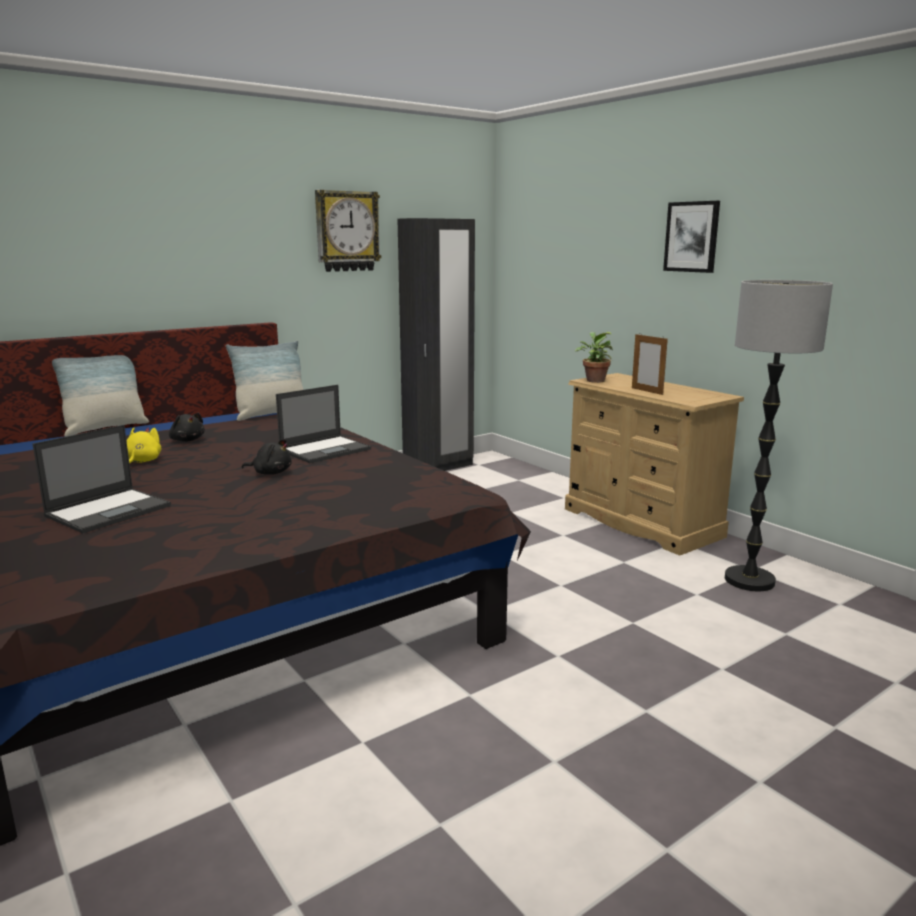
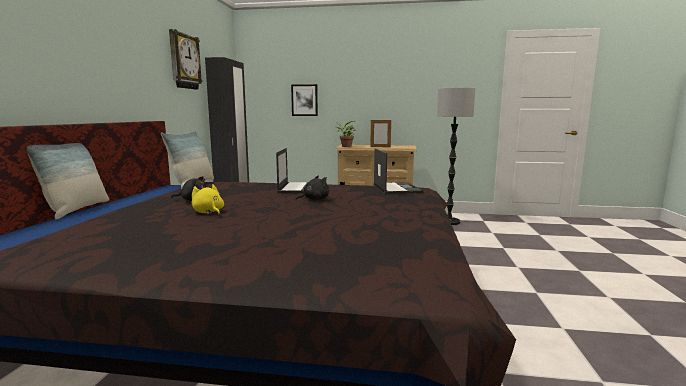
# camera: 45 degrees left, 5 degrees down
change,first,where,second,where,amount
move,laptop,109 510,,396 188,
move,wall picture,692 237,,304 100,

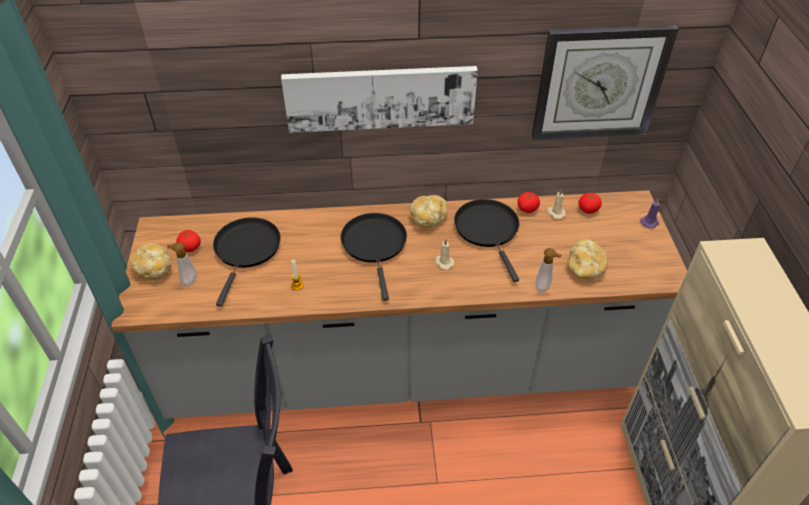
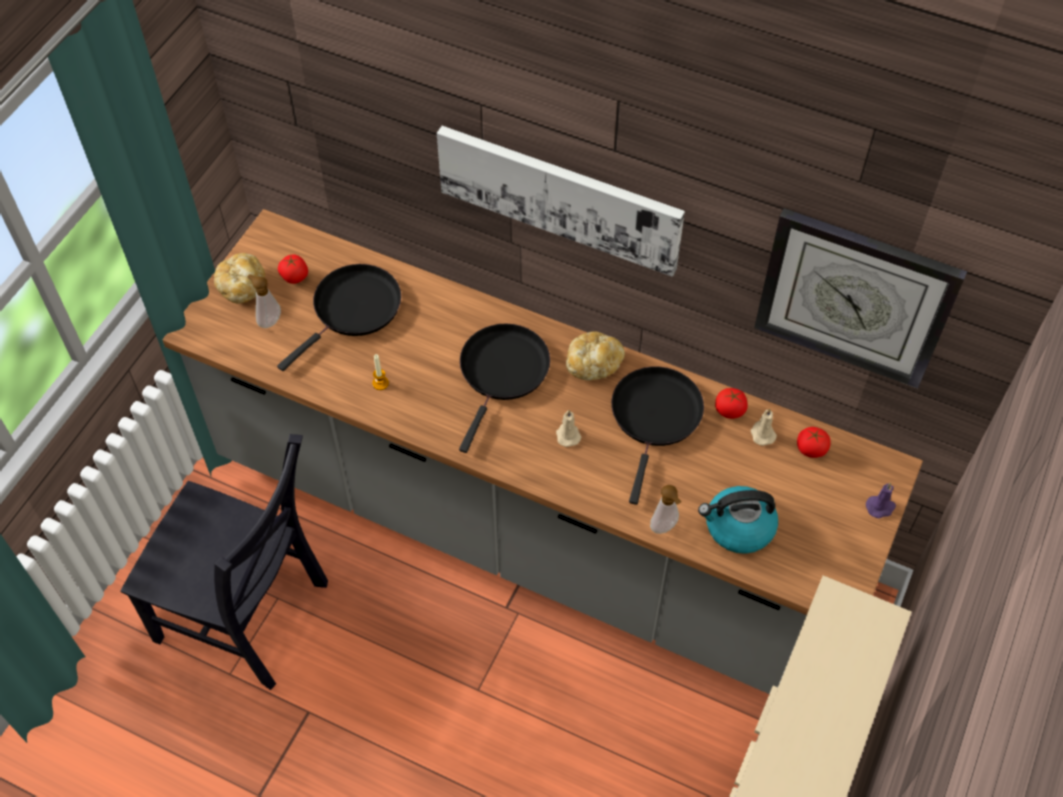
# camera: 30 degrees right, 10 degrees up
change,first,where,second,where,amount
replace,bakery bread,585 268,tea kettle,738 527,

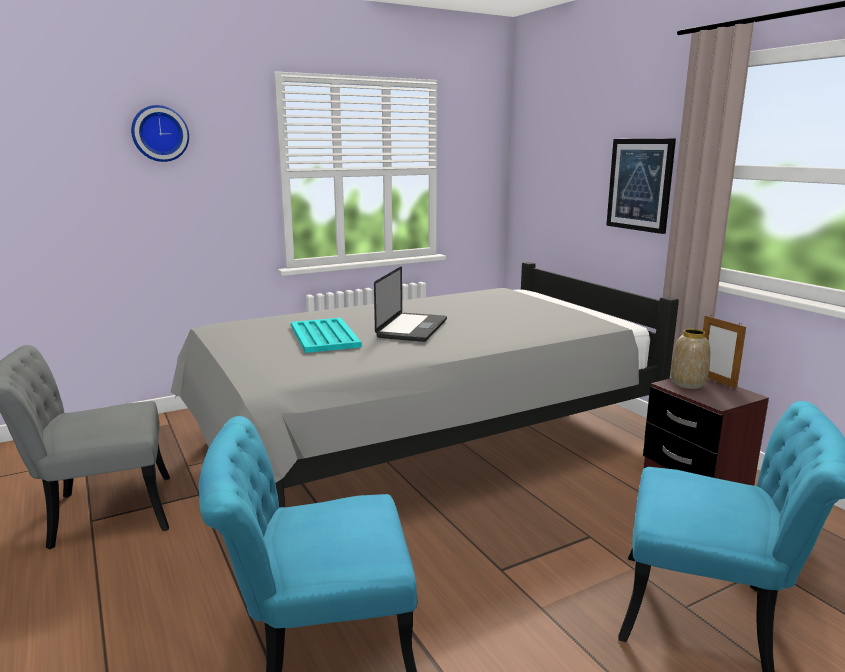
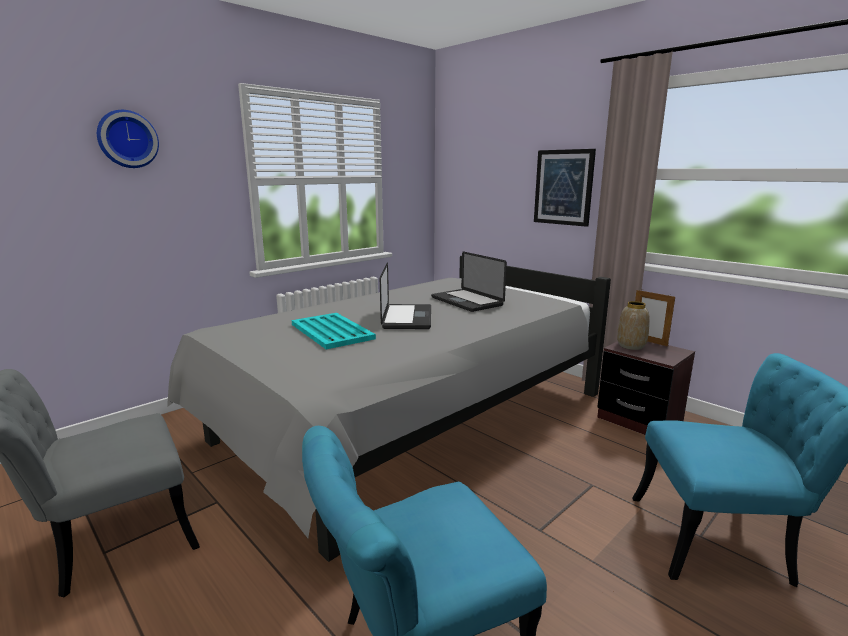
# camera: 15 degrees left, 0 degrees up
change,first,where,second,where,amount
insert,,,laptop,466 301,

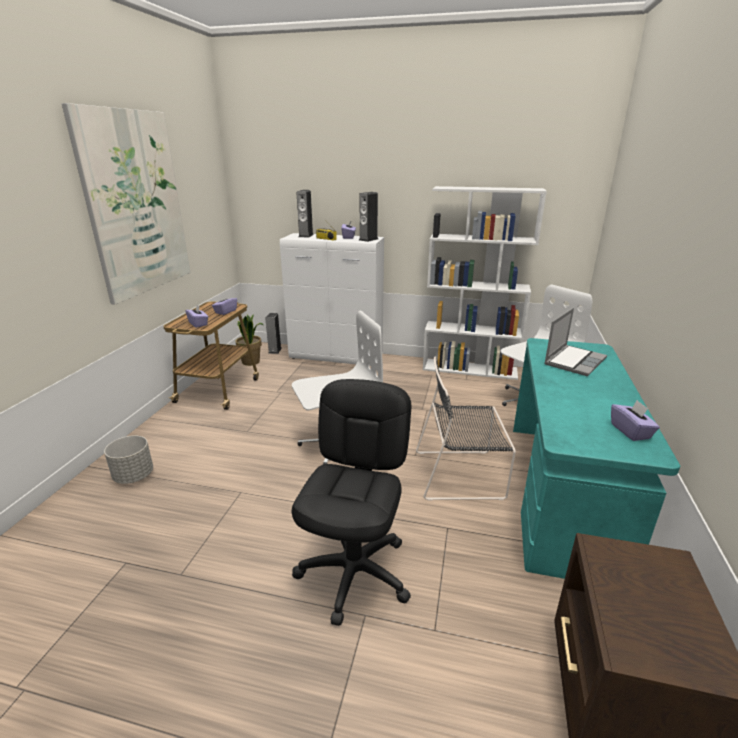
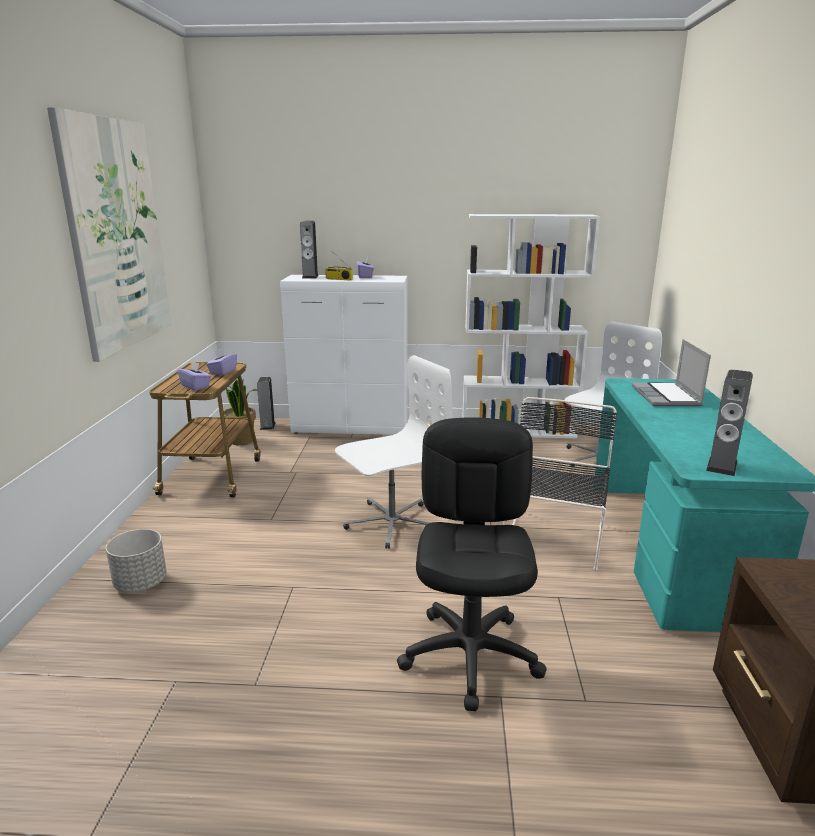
# camera: 10 degrees left, 5 degrees down
change,first,where,second,where,amount
move,speaker,368 239,,721 466,
rotate,black plain chair,462 474,,552 541,120 degrees clockwise
rotate,laptop,574 361,,667 396,150 degrees clockwise
delete,purplish box of tissues,630 431,,,

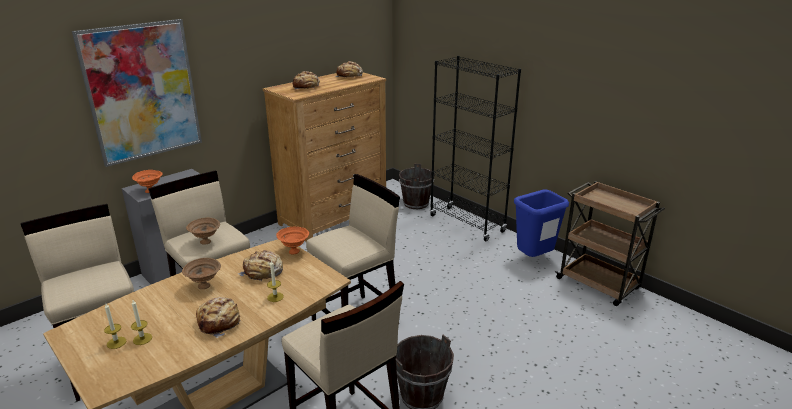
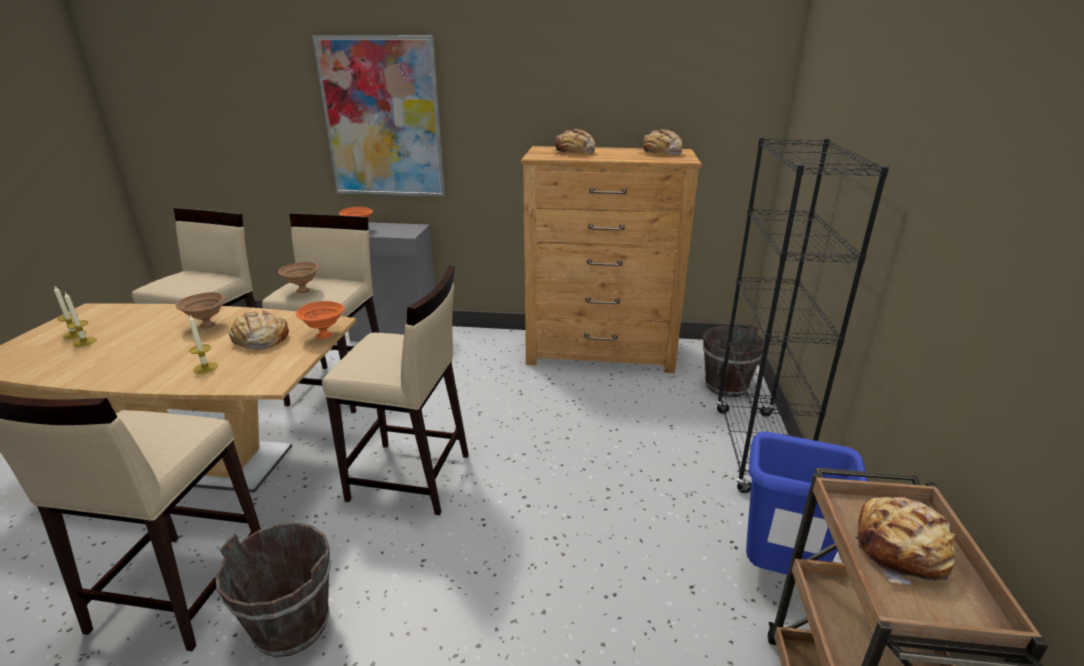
# camera: 50 degrees right, 0 degrees up
change,first,where,second,where,amount
move,bakery bread,220 322,,902 550,

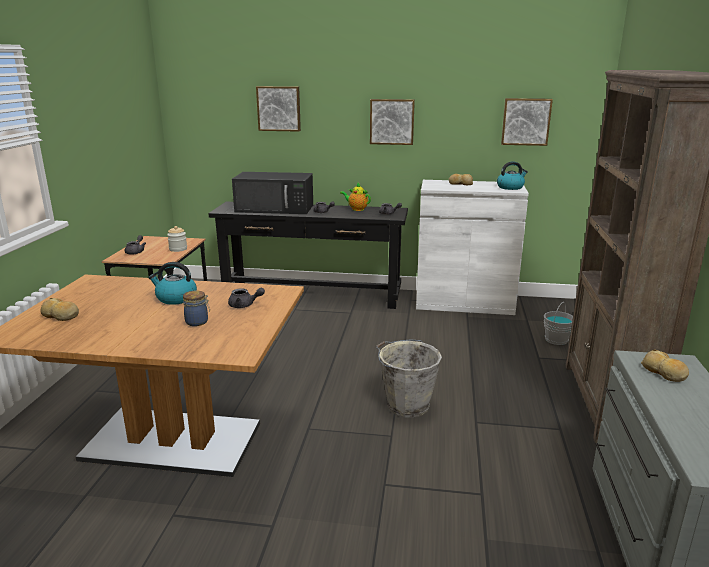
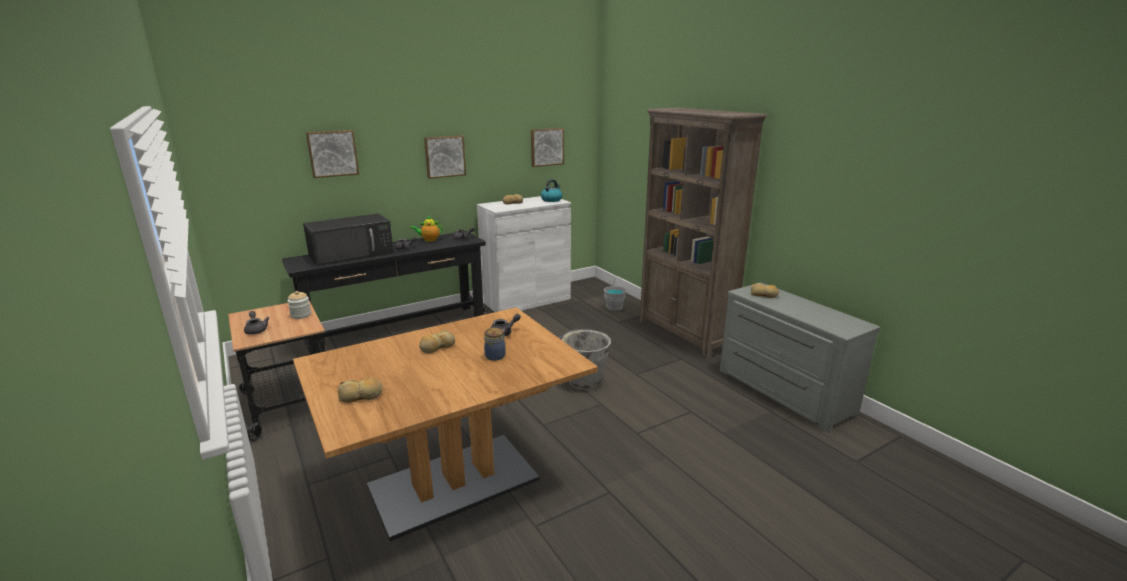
# camera: 40 degrees left, 0 degrees up
change,first,where,second,where,amount
replace,tea kettle,175 298,bakery bread,437 347,

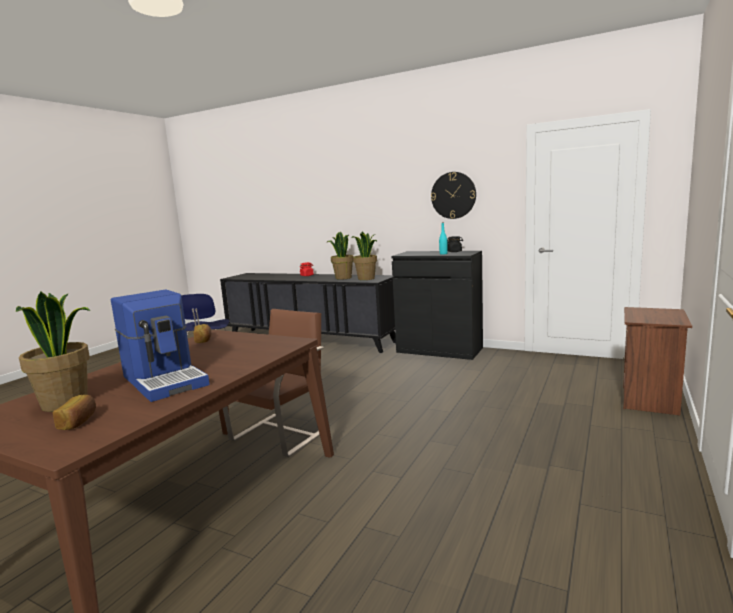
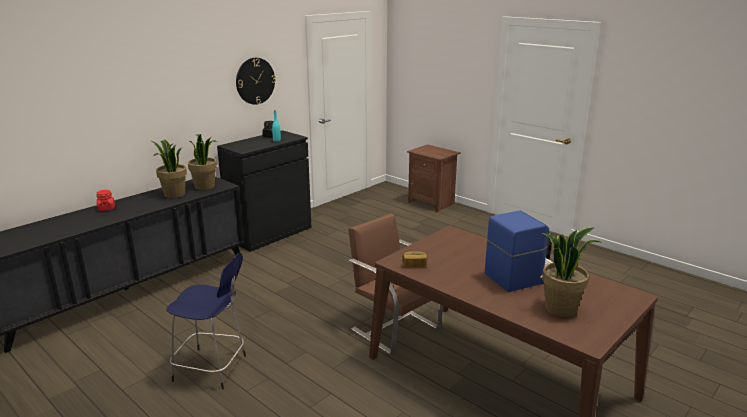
# camera: 75 degrees left, 10 degrees up
change,first,where,second,where,amount
delete,bakery bread,79 422,,,

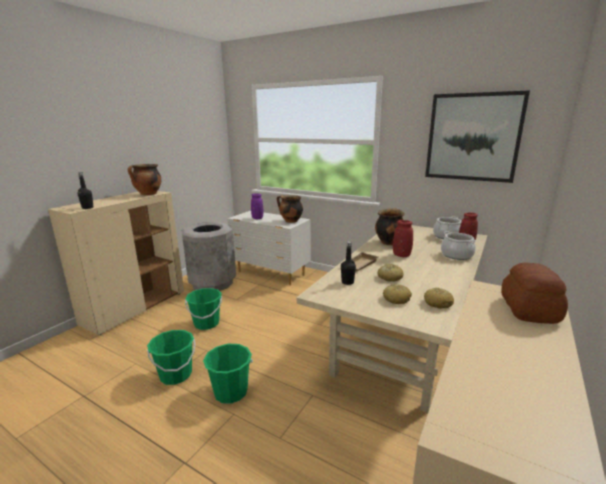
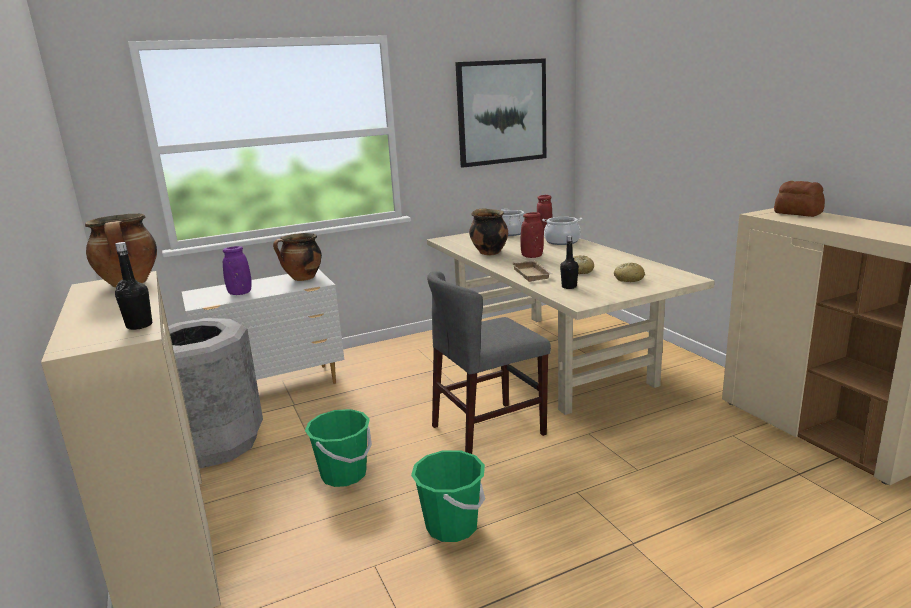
# camera: 55 degrees left, 0 degrees up
change,first,where,second,where,amount
delete,green bucket,231 392,,,
delete,bakery bread,438 303,,,
insert,,,grey plain chair,488 430,

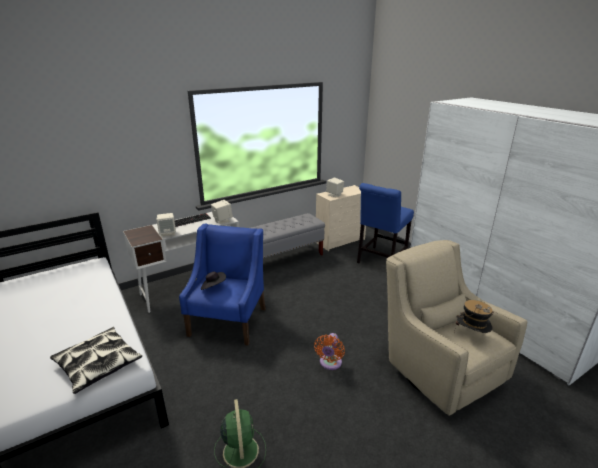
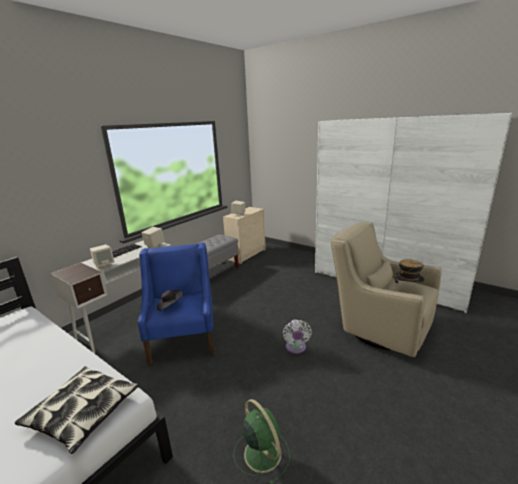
# camera: 20 degrees left, 5 degrees down
change,first,where,second,where,amount
recolor,orange cooling fan,330 363,whitish cooling fan,296 348,
delete,blue plain chair,380 261,,,

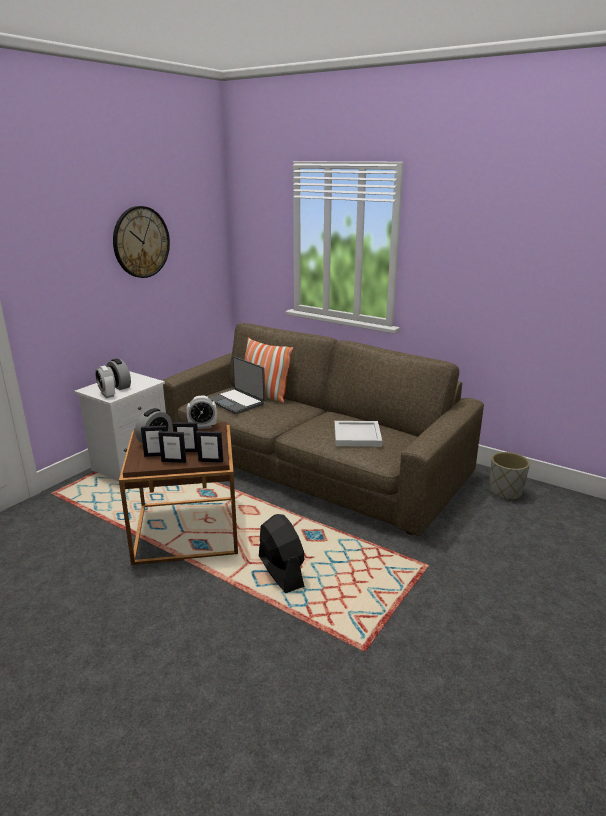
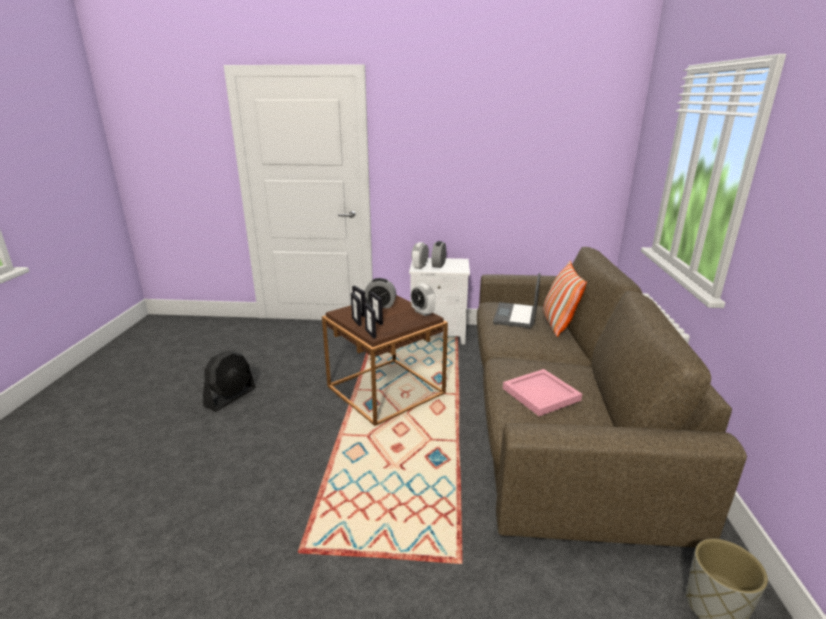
# camera: 60 degrees right, 0 degrees up
change,first,where,second,where,amount
delete,clock on the wall,141 242,,,
move,black cooling fan,280 571,,230 397,
recolor,whitish tray,356 436,pink-coloured tray,539 394,

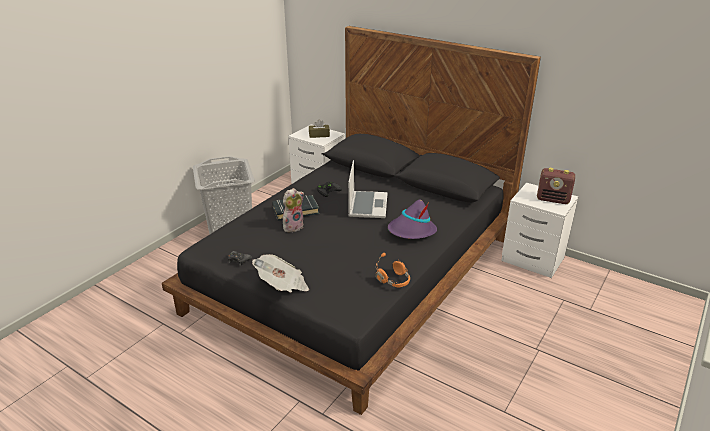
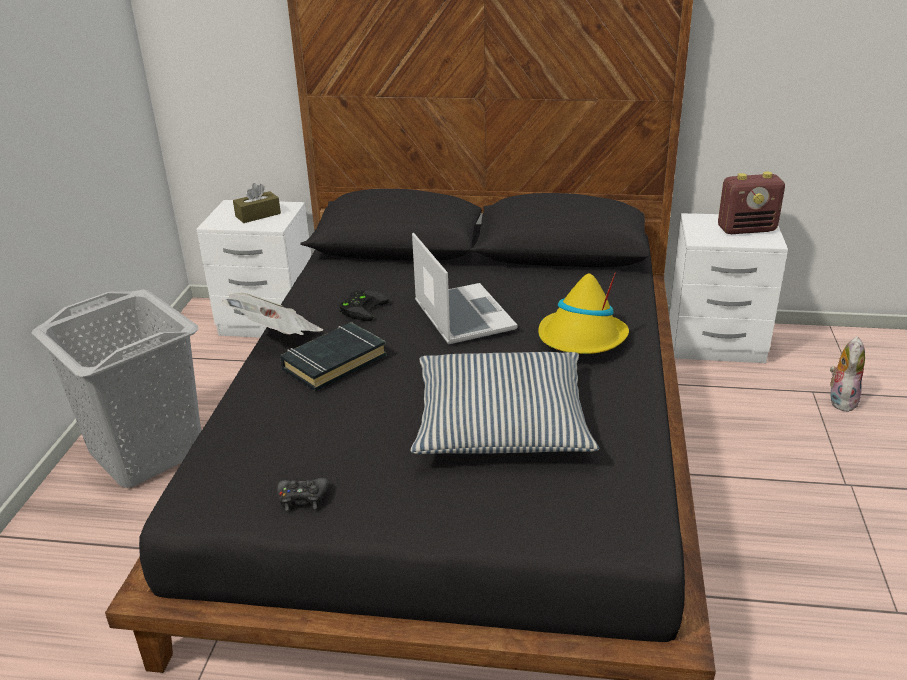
# camera: 25 degrees left, 0 degrees up
change,first,where,second,where,amount
move,newspaper,282 285,,277 335,
move,plush toy,293 226,,840 400,
delete,orange headphones,394 281,,,
recolor,purplish hat,411 231,yellow-coloured hat,582 339,
insert,,,pillow,501 421,

